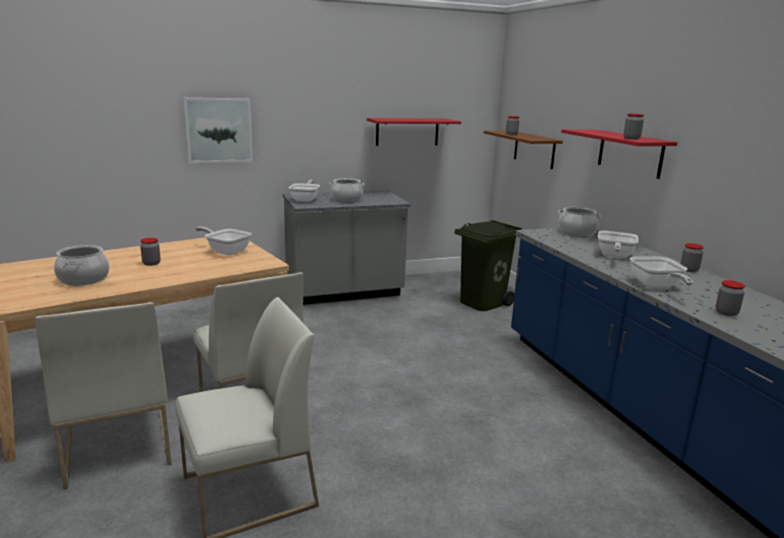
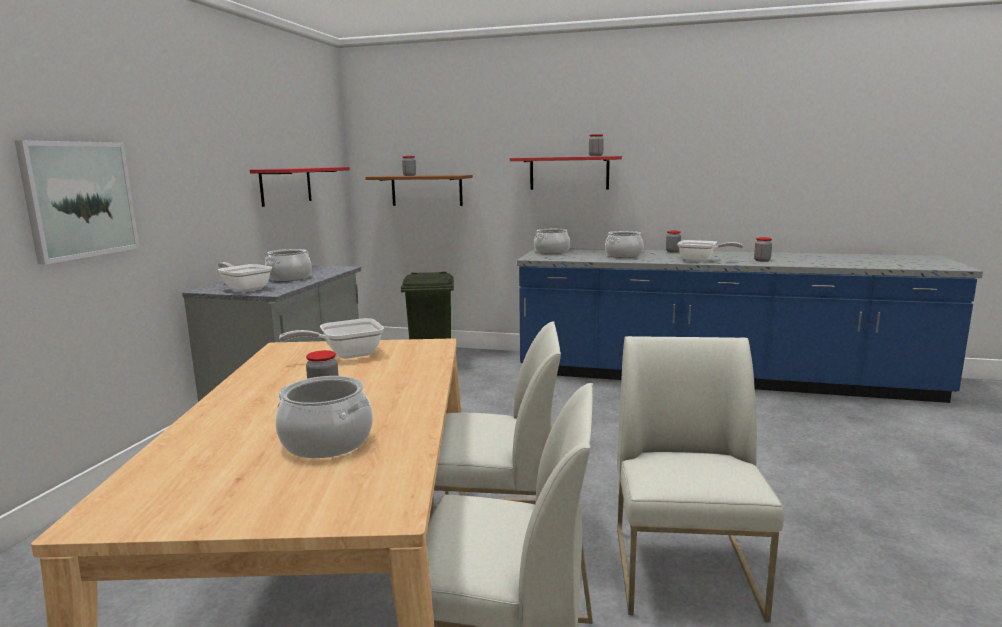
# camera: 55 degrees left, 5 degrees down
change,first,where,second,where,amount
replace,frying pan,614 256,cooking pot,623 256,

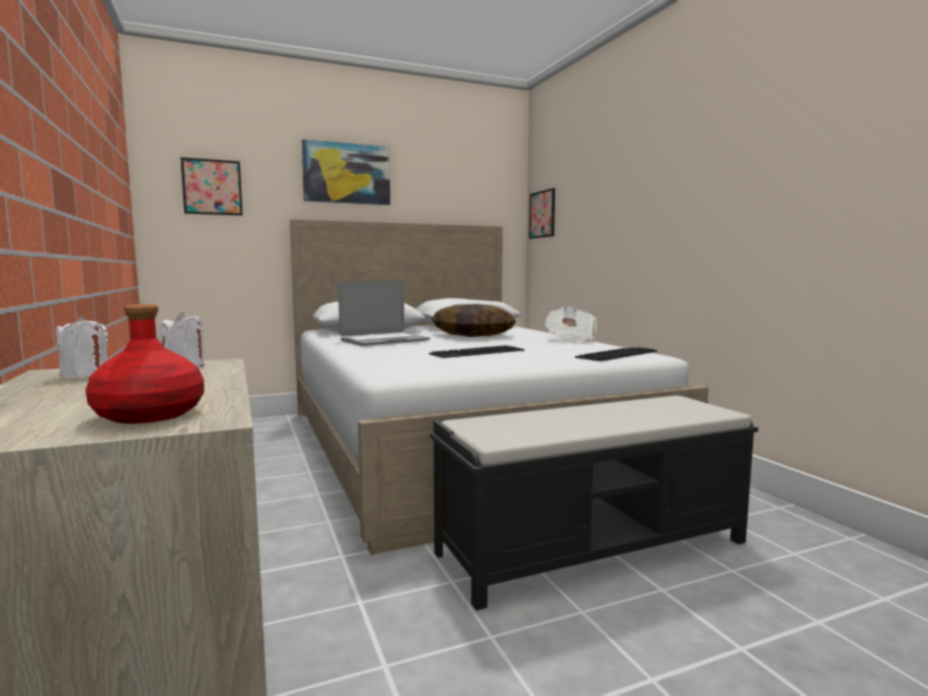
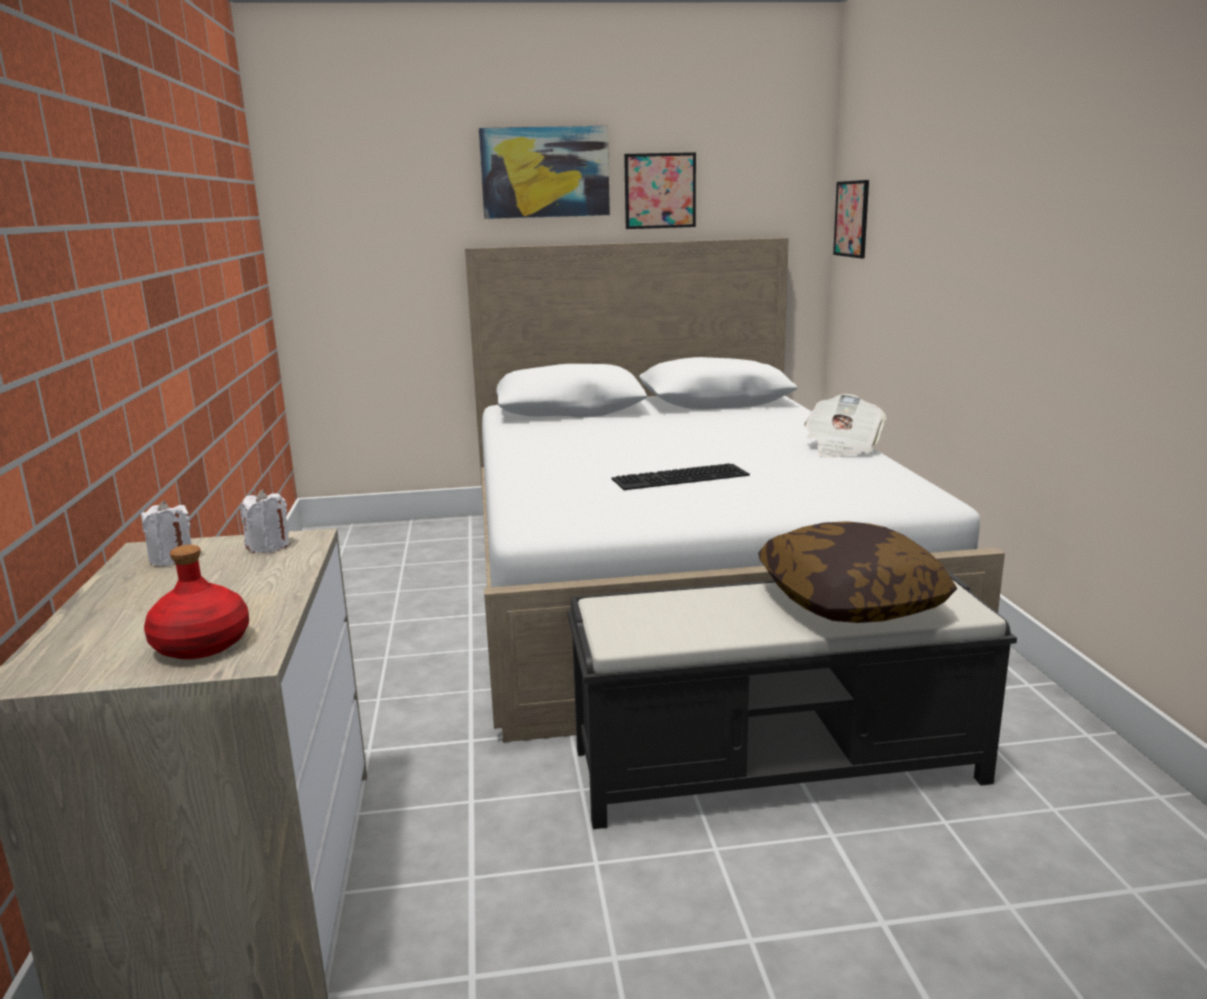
# camera: 15 degrees right, 10 degrees up
change,first,where,second,where,amount
move,wall picture,212 187,,660 191,
delete,laptop,384 341,,,
move,pillow,472 335,,849 601,
delete,keyboard,616 354,,,

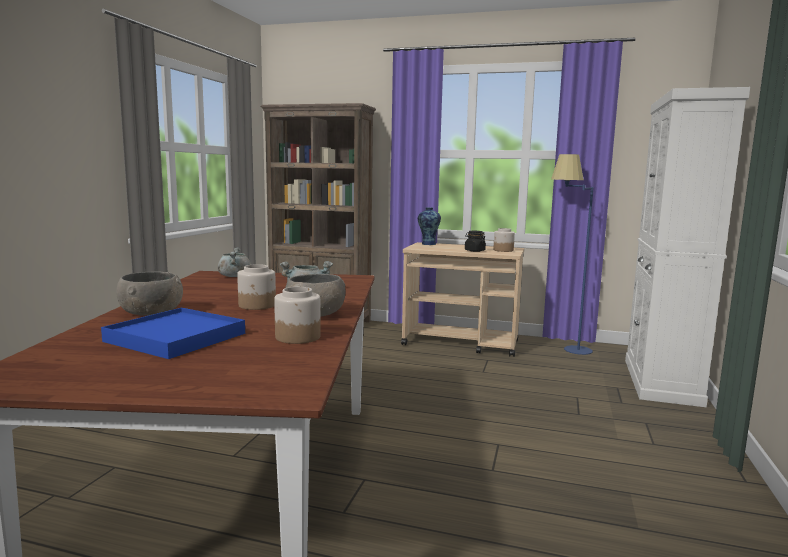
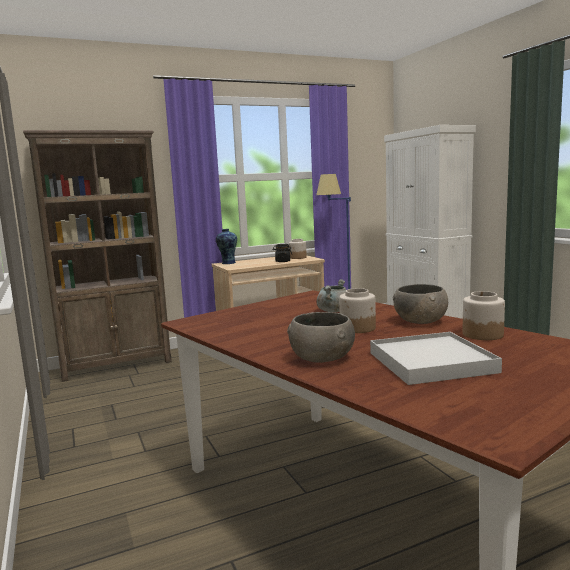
# camera: 40 degrees left, 0 degrees up
change,first,where,second,where,amount
recolor,blue tray,176 337,whitish tray,431 362,
delete,grey cooking pot,234 276,,,

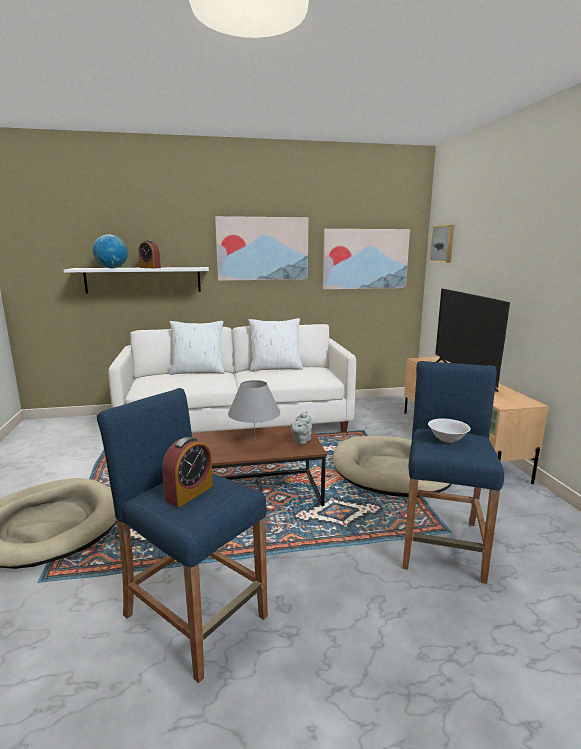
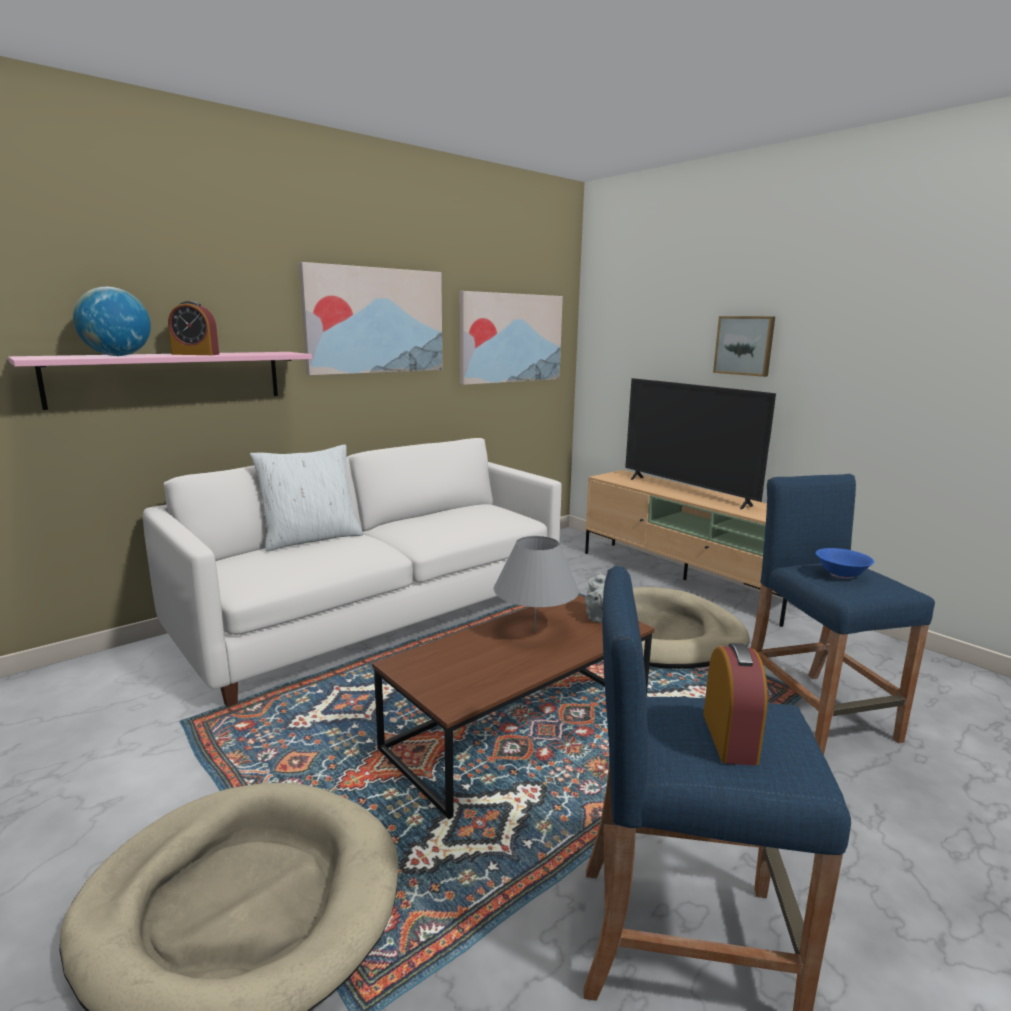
# camera: 30 degrees left, 0 degrees up
change,first,where,second,where,amount
recolor,whitish shelf,143 280,pink-coloured shelf,169 378,
delete,whitish pillow,275 368,,,
recolor,whitish bowl,447 439,blue bowl,841 574,
move,wall picture,443 244,,744 345,

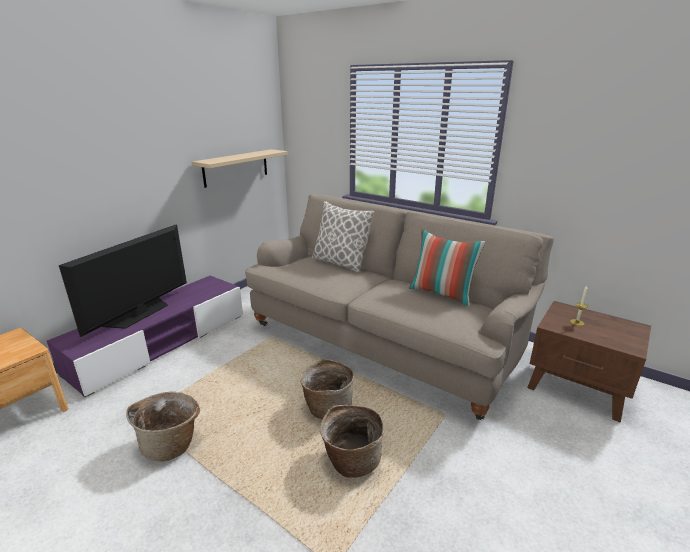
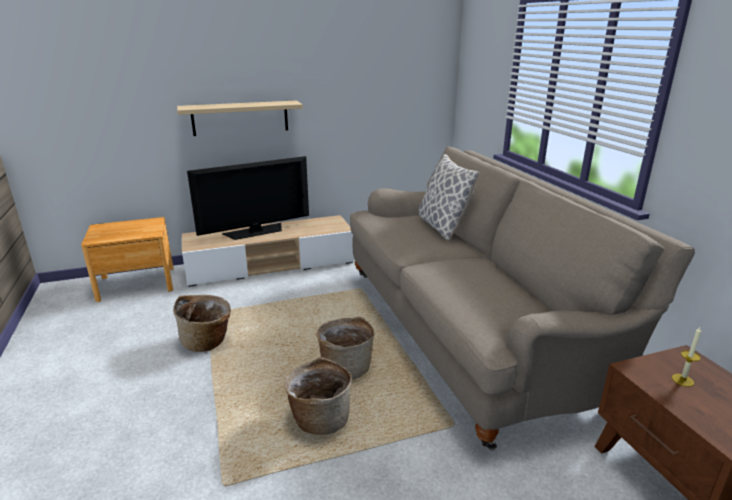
# camera: 35 degrees right, 0 degrees up
change,first,where,second,where,amount
recolor,purplish tv unit,161 343,sand-coloured tv unit,271 265,
move,sand-coloured shelf,236 167,,240 118,
delete,pillow,442 294,,,

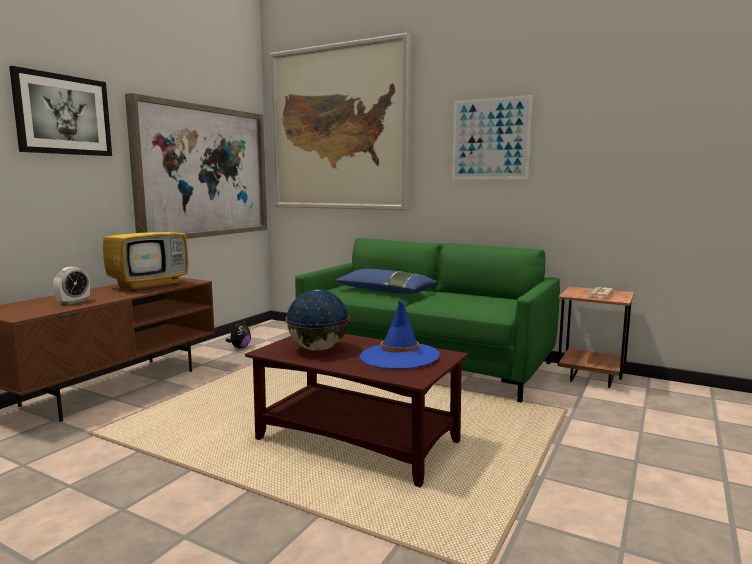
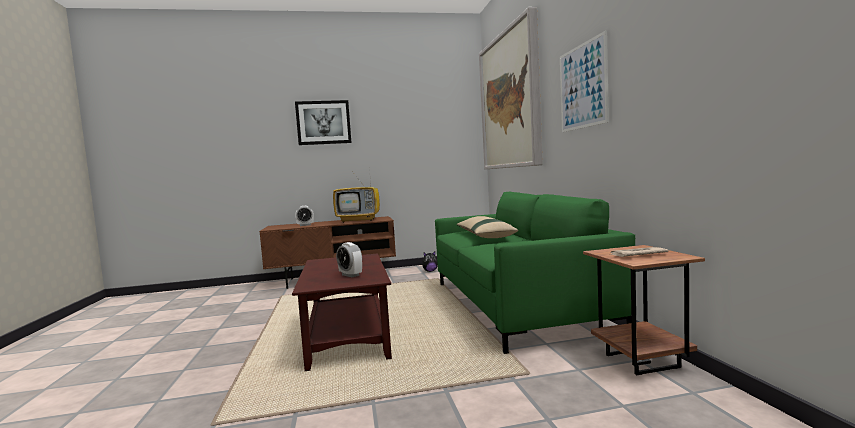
# camera: 50 degrees right, 5 degrees down
change,first,where,second,where,amount
delete,wall picture,203 172,,,
delete,desk globe,317 349,,,
recolor,blue pillow,385 291,sand-coloured pillow,484 235,
replace,blue hat,399 356,alarm clock,350 275,

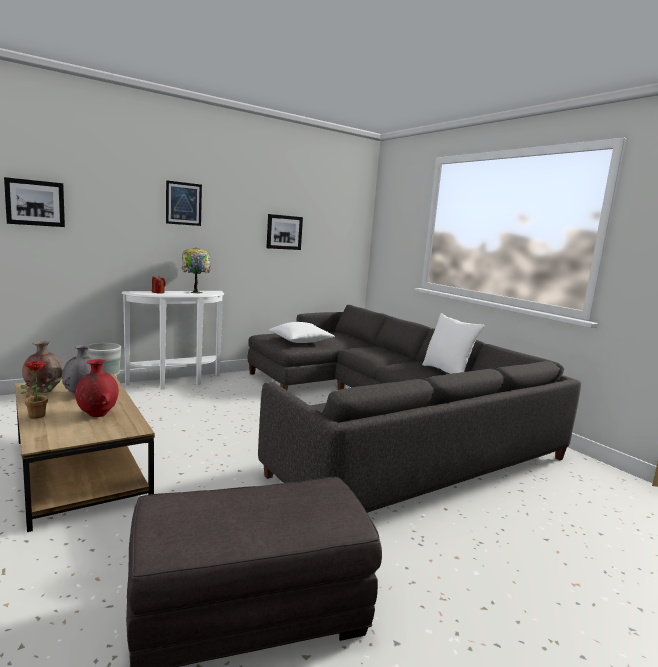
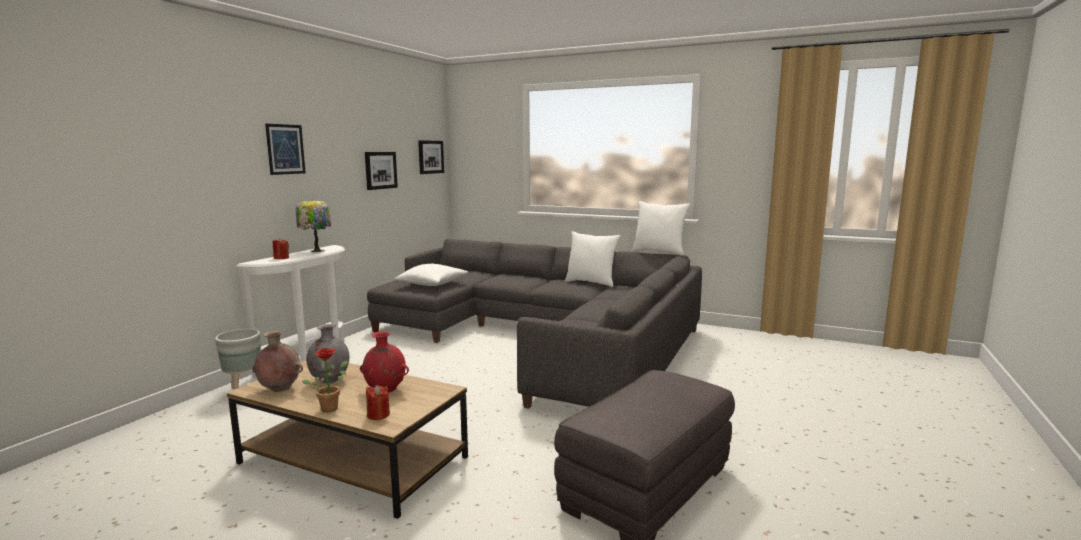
# camera: 30 degrees left, 0 degrees up
change,first,where,second,where,amount
move,wall picture,35 203,,430 157,
insert,,,red-coloured candle,378 415,
insert,,,whitish pillow,659 252,

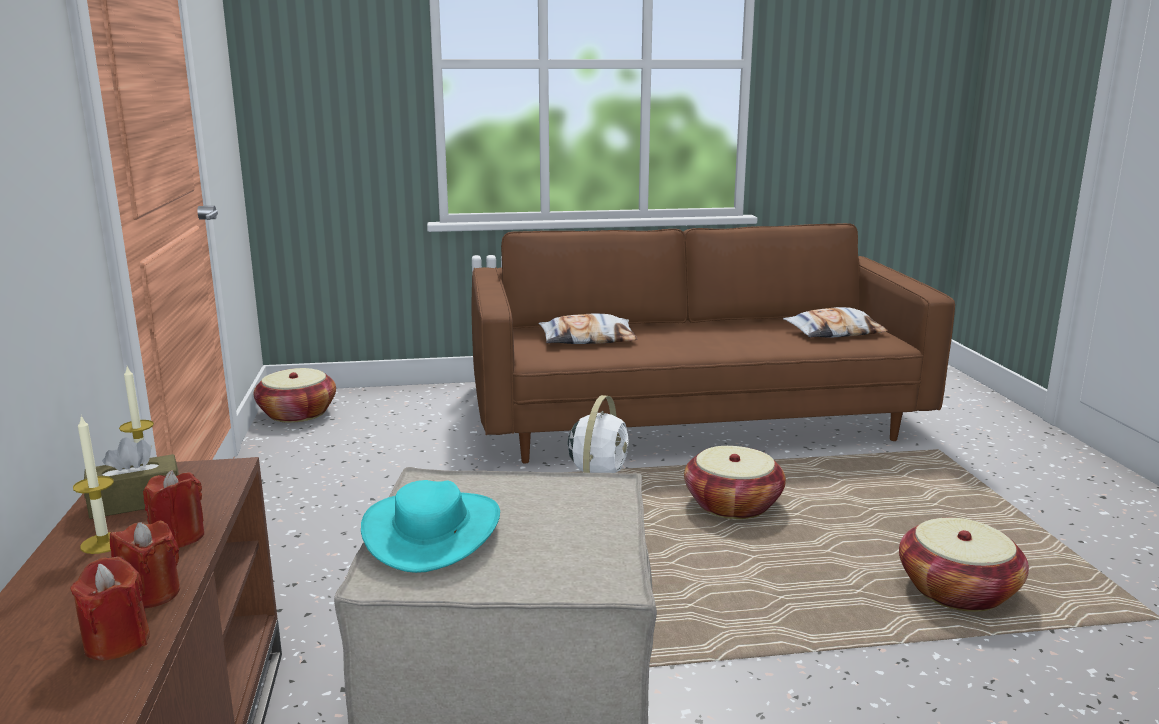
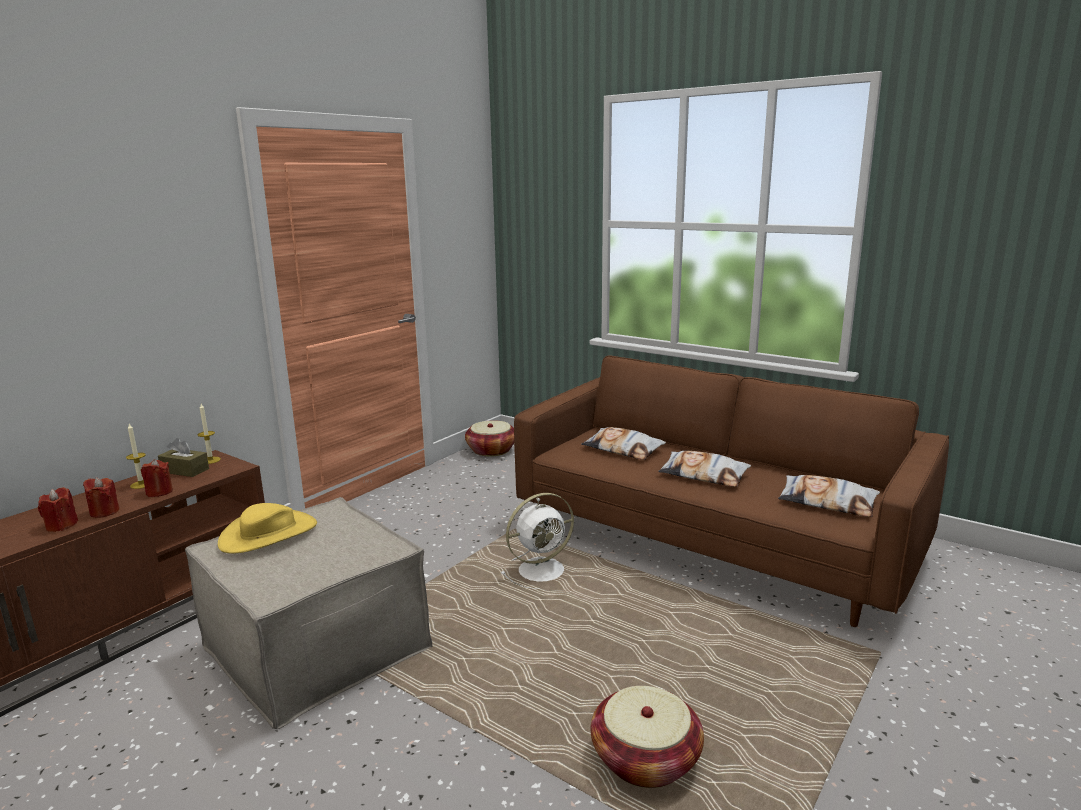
# camera: 45 degrees right, 0 degrees up
change,first,where,second,where,amount
recolor,blue-green hat,433 531,yellow-coloured hat,269 534,
delete,storage basket,732 505,,,
insert,,,pillow,704 475,

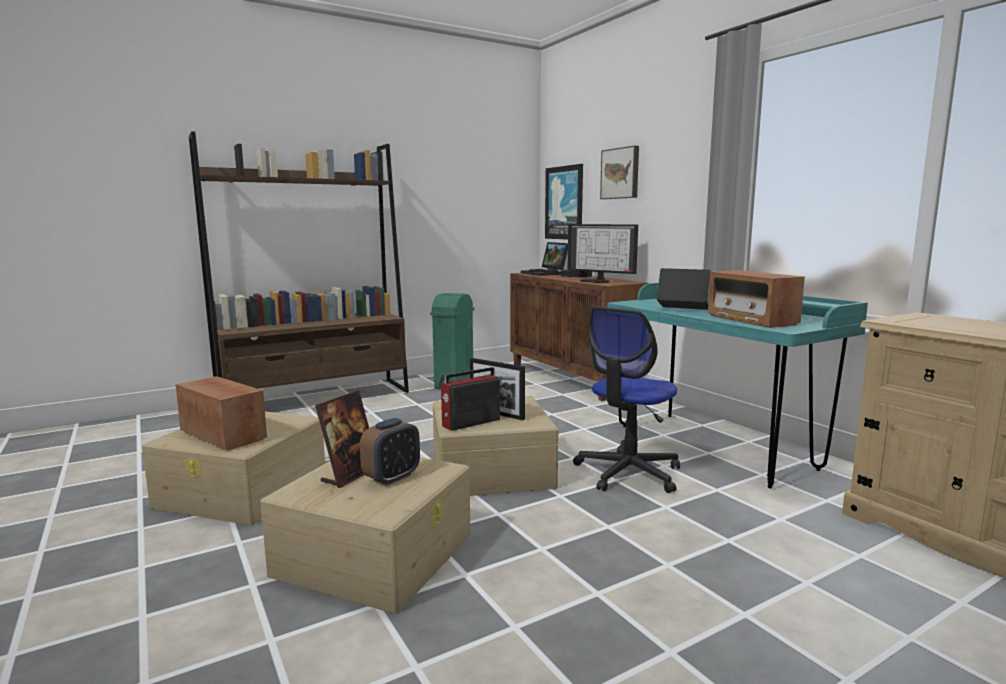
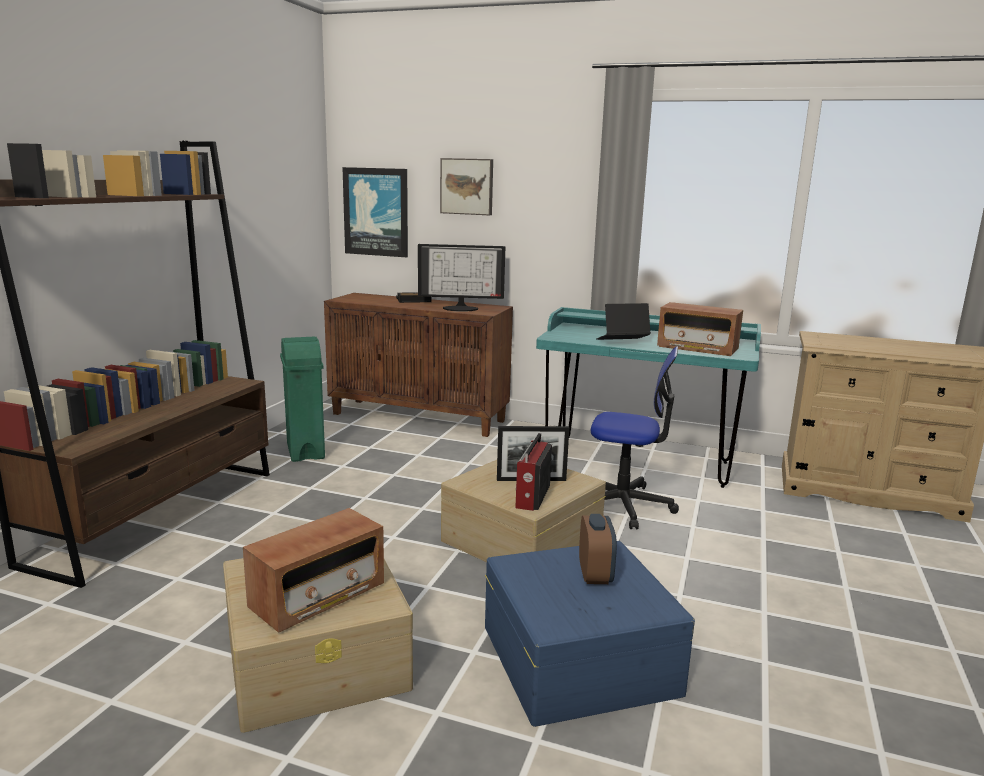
# camera: 40 degrees left, 5 degrees up
change,first,where,second,where,amount
rotate,radio set,223 435,,318 597,135 degrees clockwise
recolor,sand-coloured storage container,376 553,blue storage container,578 657,
delete,picture frame,350 475,,,
delete,laptop,545 273,,,
rotate,office chair,628 473,,624 505,75 degrees counterclockwise

